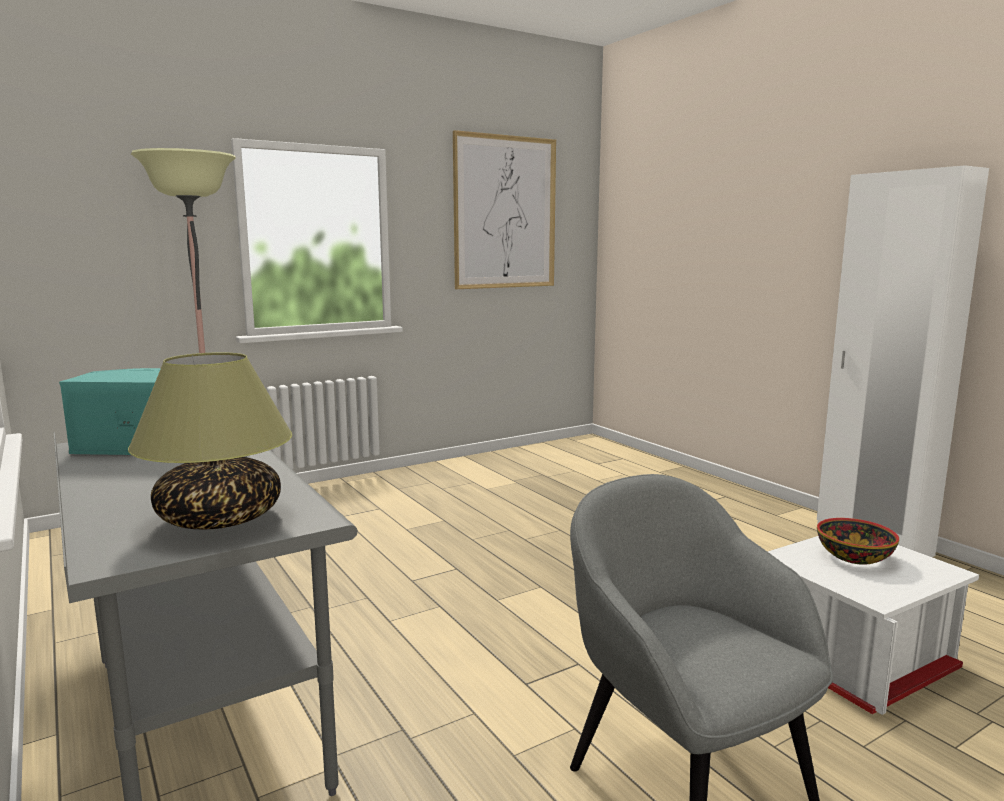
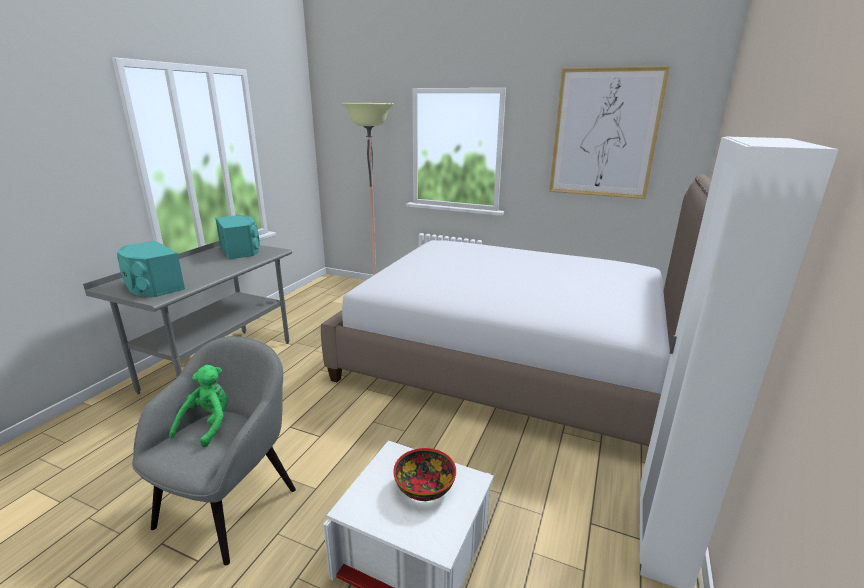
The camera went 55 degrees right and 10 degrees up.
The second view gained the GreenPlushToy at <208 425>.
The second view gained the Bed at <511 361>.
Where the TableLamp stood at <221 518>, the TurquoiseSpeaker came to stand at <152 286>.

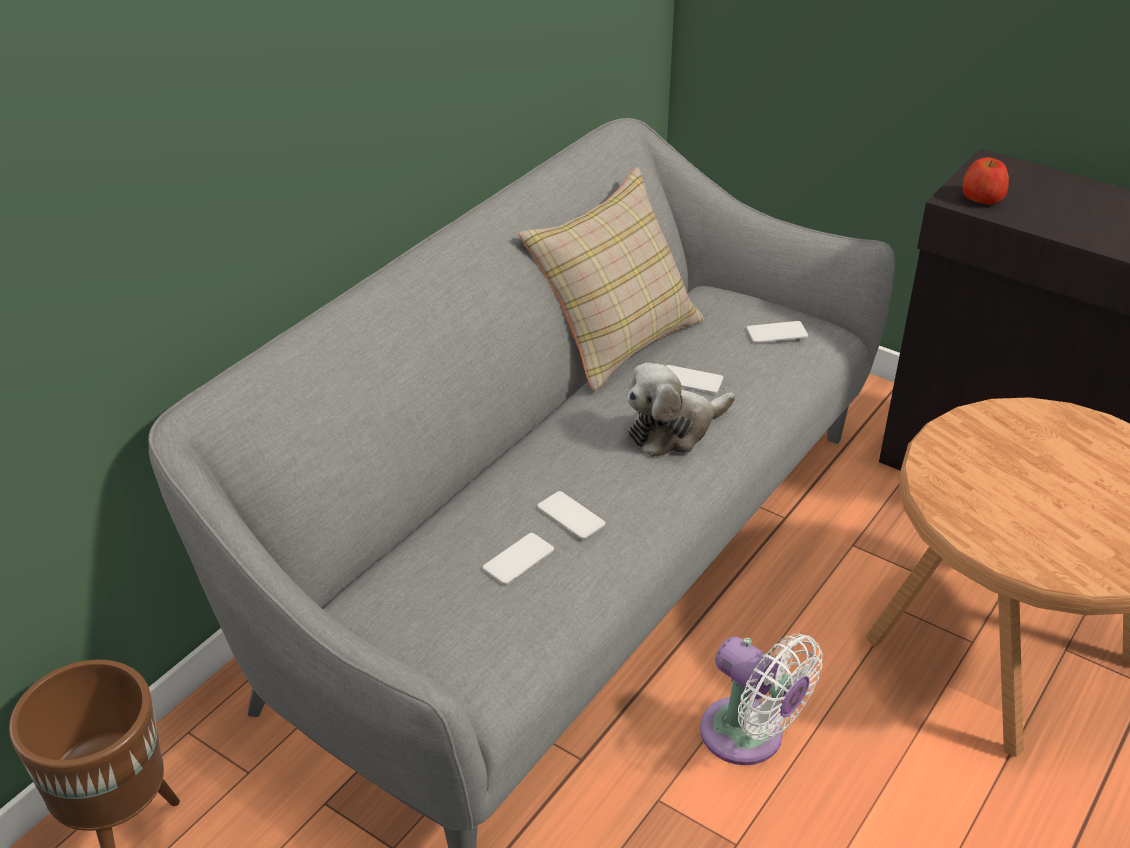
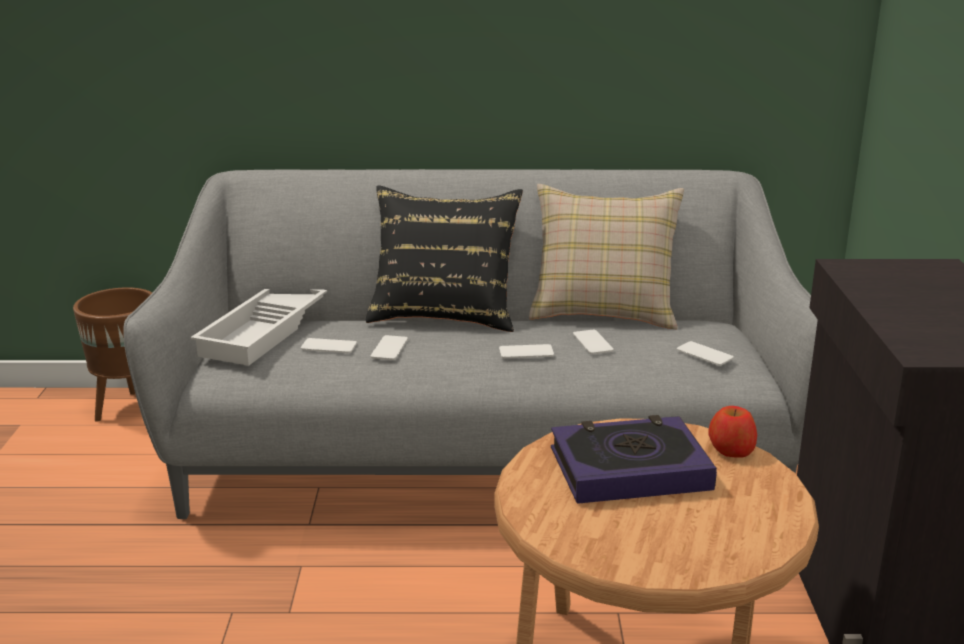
The camera went 55 degrees right and 15 degrees down.
The second view lost the WhiteFan at <749 737>.
The second view gained the WhiteTray at <265 332>.
The second view gained the BlackPillow at <445 313>.
The second view gained the Book at <629 469>.
The Apple ended up elsewhere, having gone from <982 198> to <731 450>.
Where the PlushToy stood at <674 429>, the Phone came to stand at <526 352>.

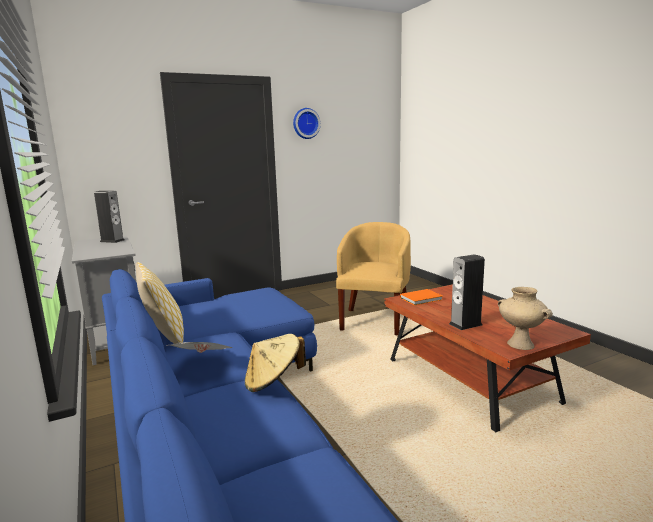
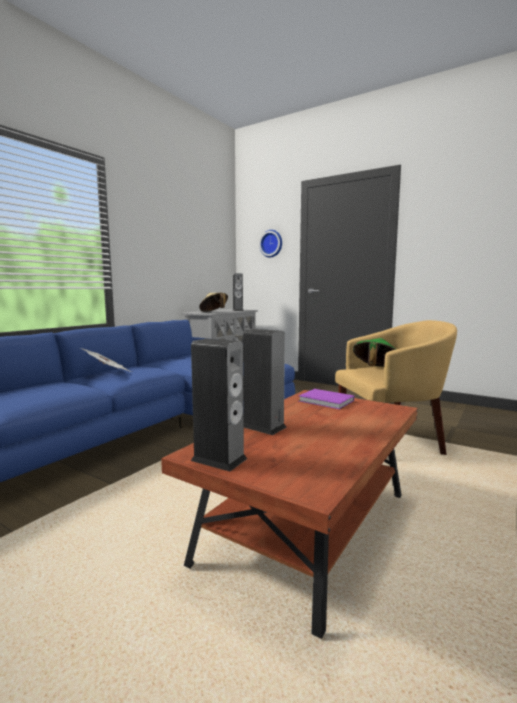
The camera went 60 degrees right and 5 degrees down.
The second view lost the Pillow at <164 337>.
The second view gained the GreenHat at <376 369>.
The BeigeHat ended up elsewhere, having gone from <273 381> to <214 312>.
The WallClock ended up elsewhere, having gone from <305 123> to <271 243>.
Where the BeigeVase stood at <519 344>, the Speaker came to stand at <219 459>.
What was the OrangeBook at <422 299> turned into the PurpleBook at <327 401>.

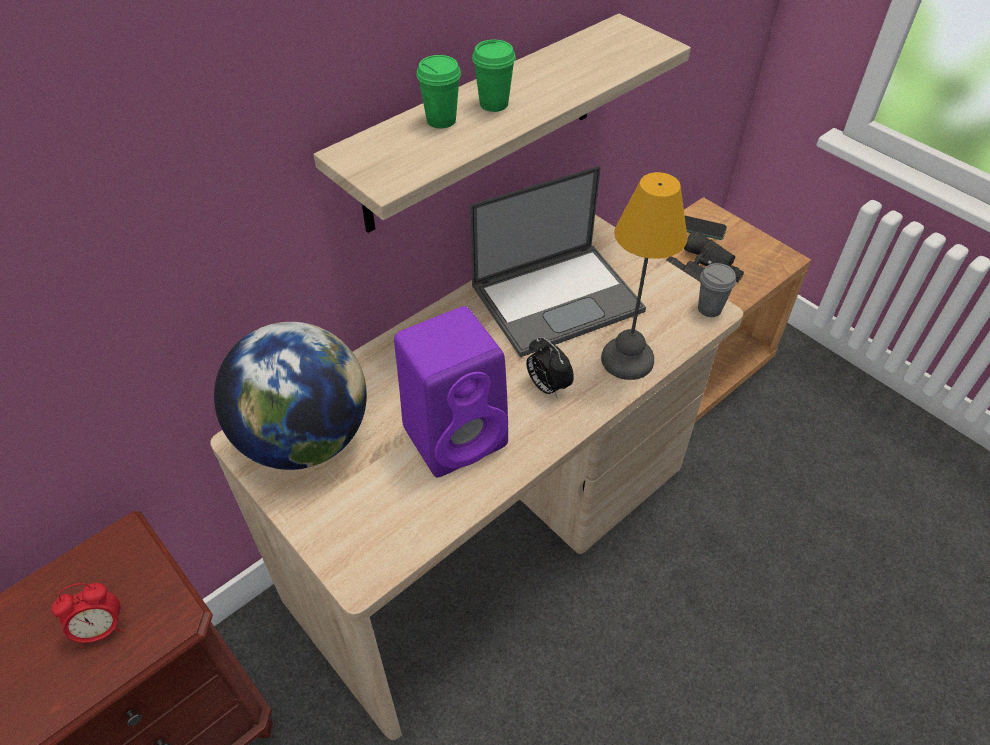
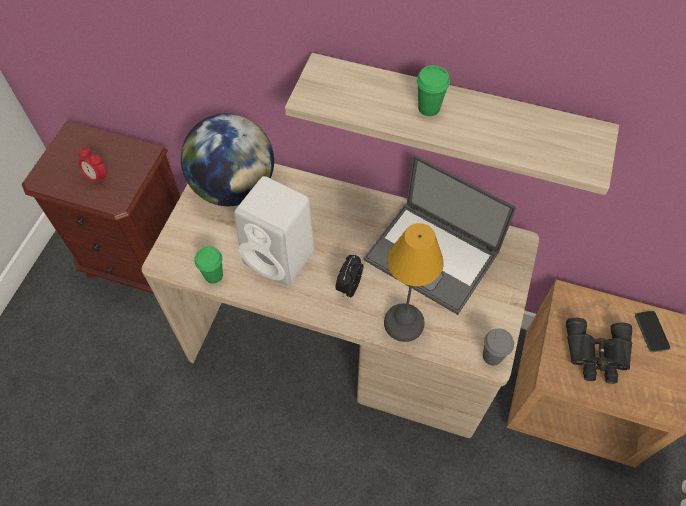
The camera went 60 degrees right and 10 degrees up.
The GreenCup ended up elsewhere, having gone from <441 120> to <213 275>.
What was the PurpleSpeaker at <457 434> turned into the WhiteSpeaker at <281 257>.

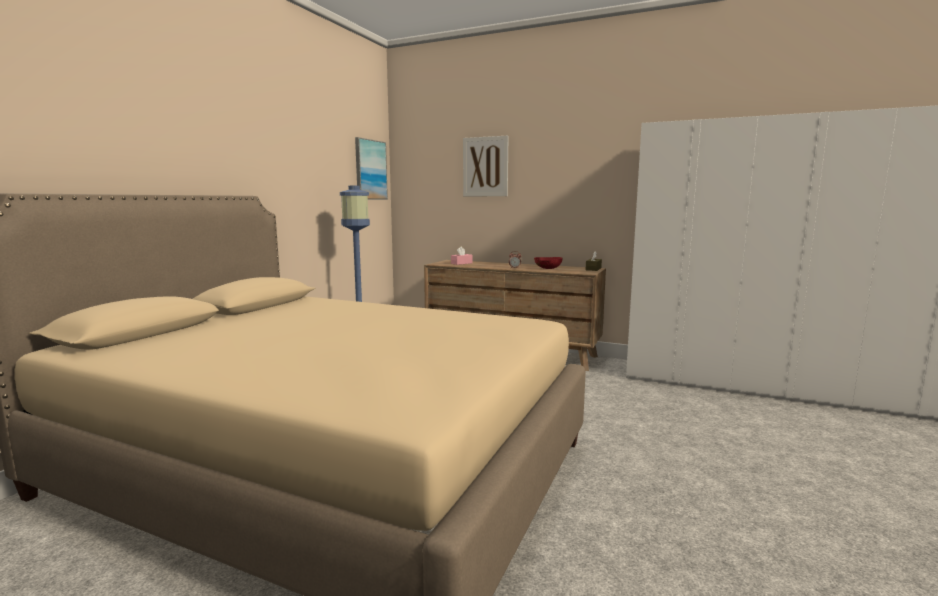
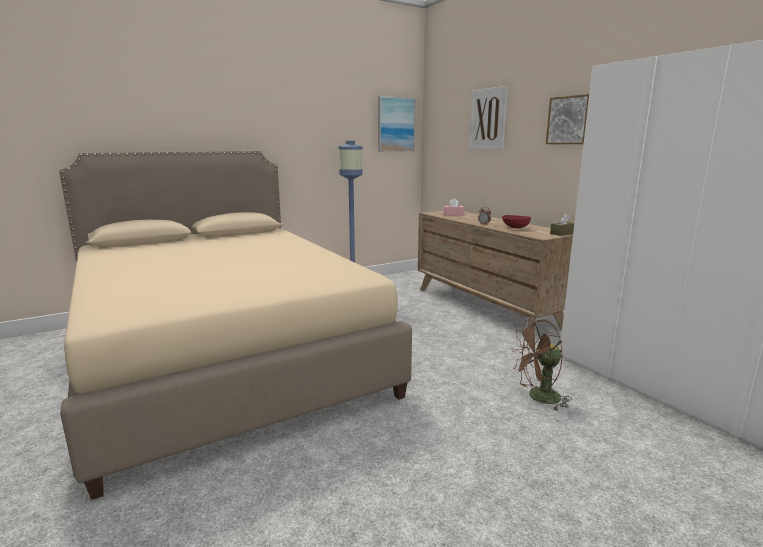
The camera went 35 degrees right and 5 degrees up.
The second view gained the BrownFan at <538 398>.
The second view gained the Picture at <570 120>.

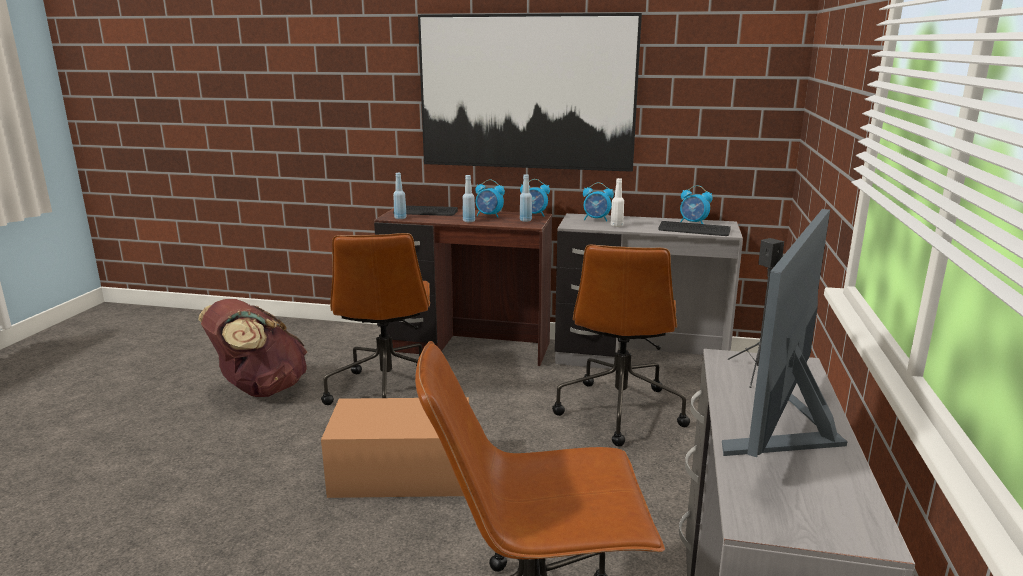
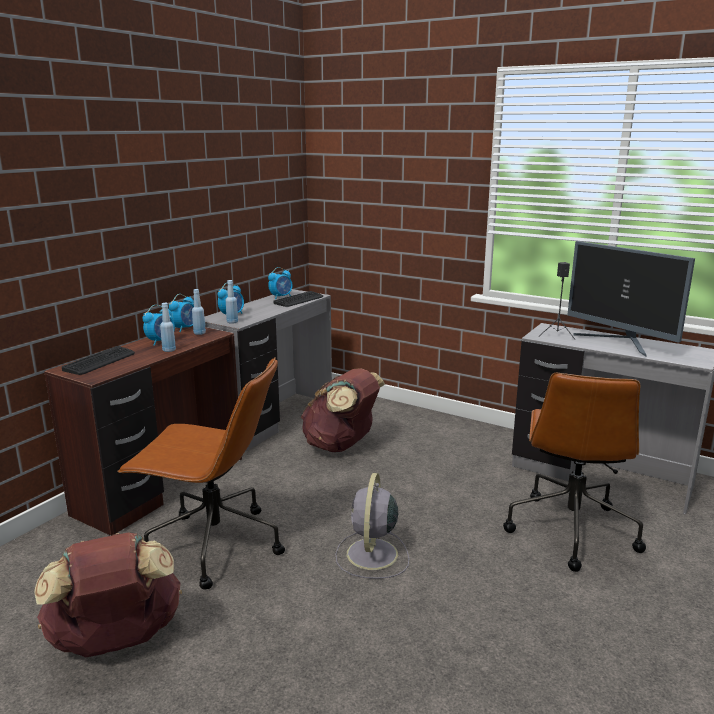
The camera went 70 degrees left and 0 degrees up.
The second view lost the Picture at <526 93>.
The second view lost the WhiteBottle at <616 225>.
The BlueBottle ended up elsewhere, having gone from <400 218> to <232 322>.
Where the CardboardBox stood at <402 473>, the GreyFan came to stand at <371 555>.
Where the BrownOfficeChair stood at <619 410>, the BrownBackpack came to stand at <341 445>.

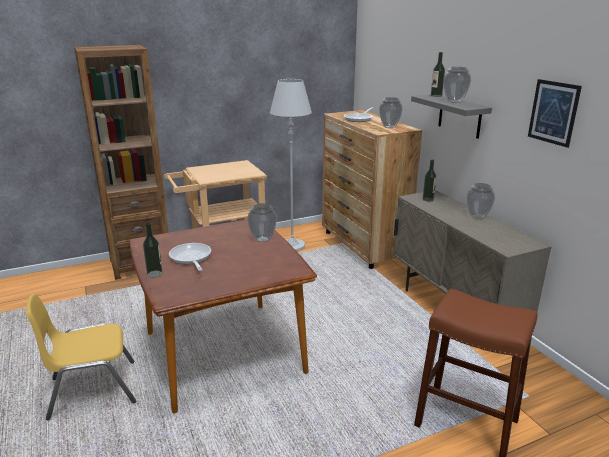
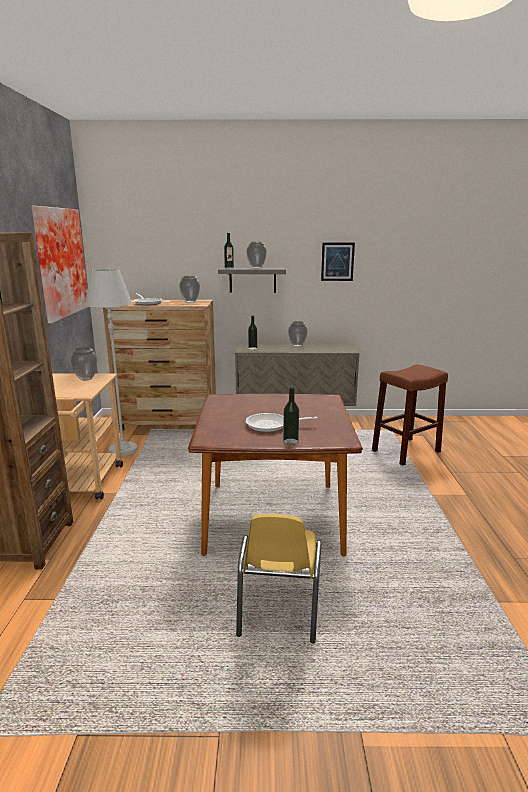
The camera went 65 degrees left and 5 degrees down.
The second view gained the Picture at <58 262>.
The Vase ended up elsewhere, having gone from <263 239> to <86 379>.

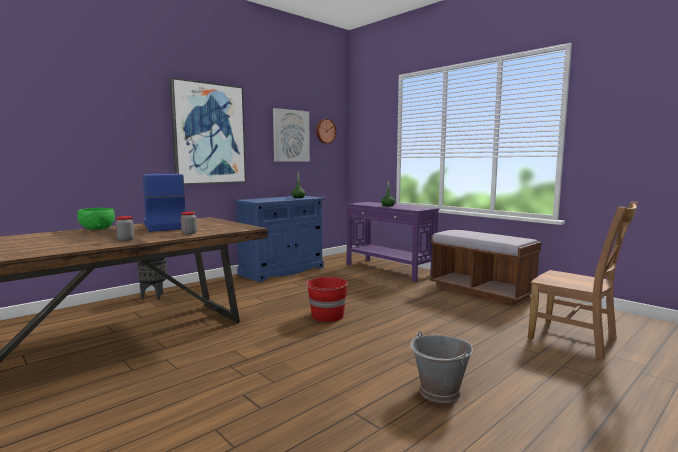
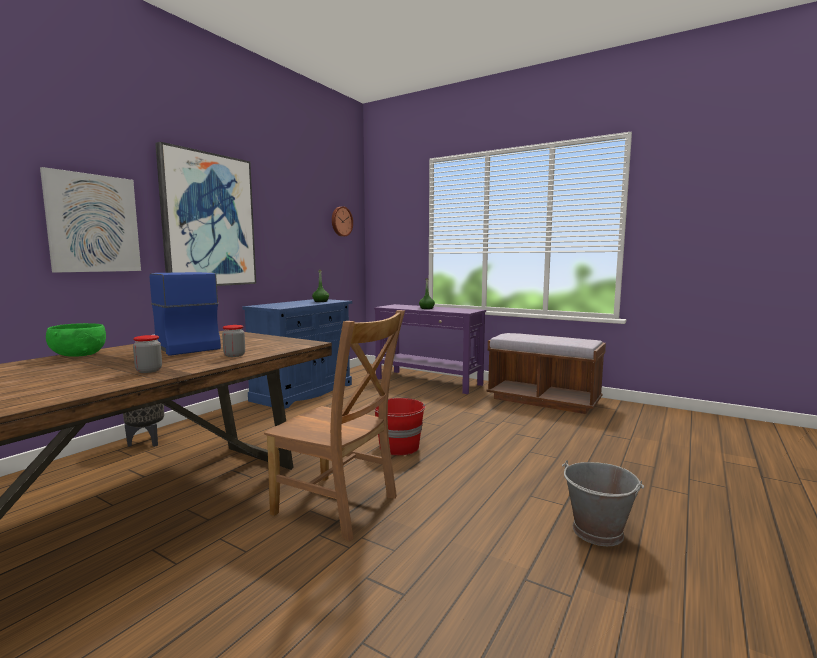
The camera went 15 degrees left and 0 degrees up.
The Picture ended up elsewhere, having gone from <291 136> to <93 223>.
The BrownChair ended up elsewhere, having gone from <576 340> to <339 507>.

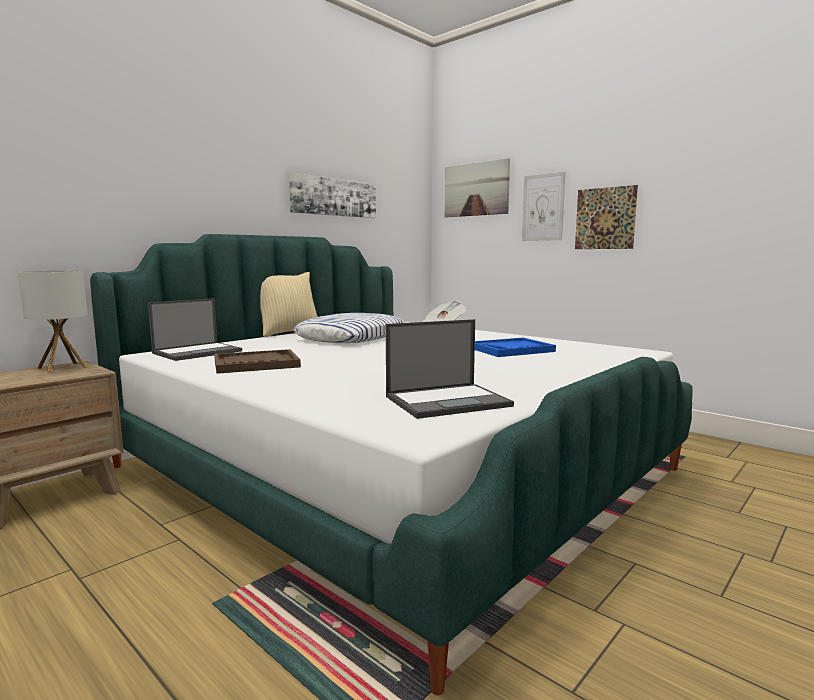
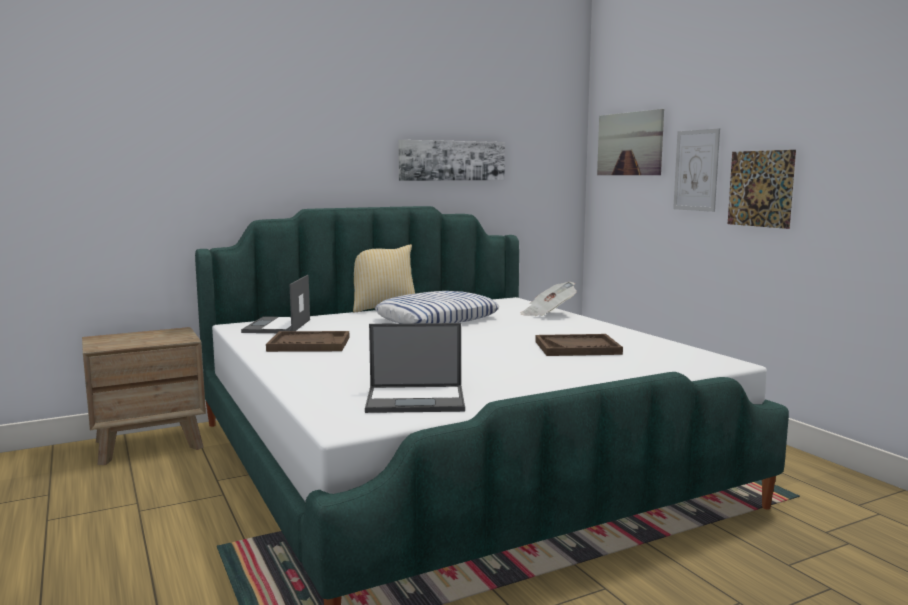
The camera went 20 degrees right and 0 degrees up.
The second view lost the TableLamp at <62 368>.
What was the BlueTray at <511 349> turned into the BrownTray at <577 348>.
The Laptop at <198 352> ended up facing another way, 120 degrees clockwise from before.

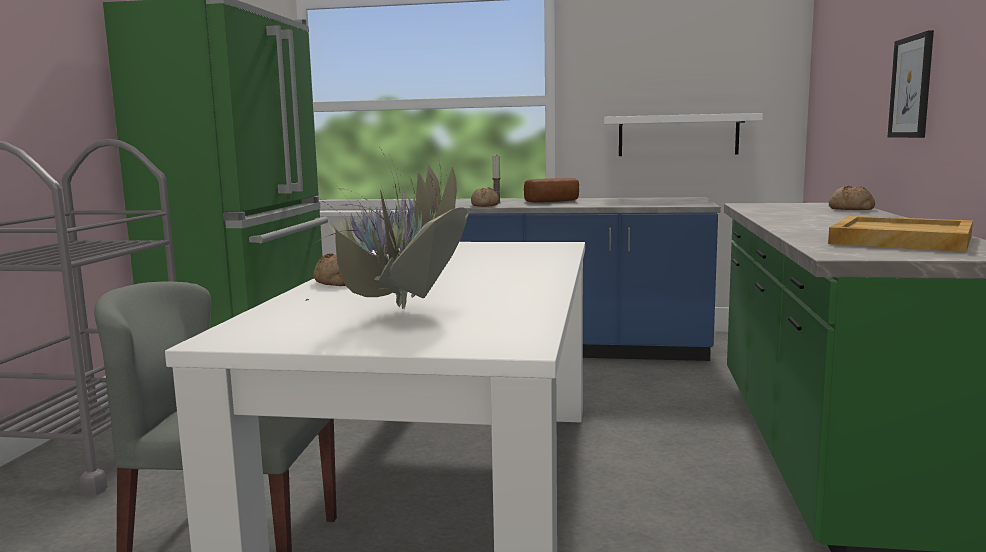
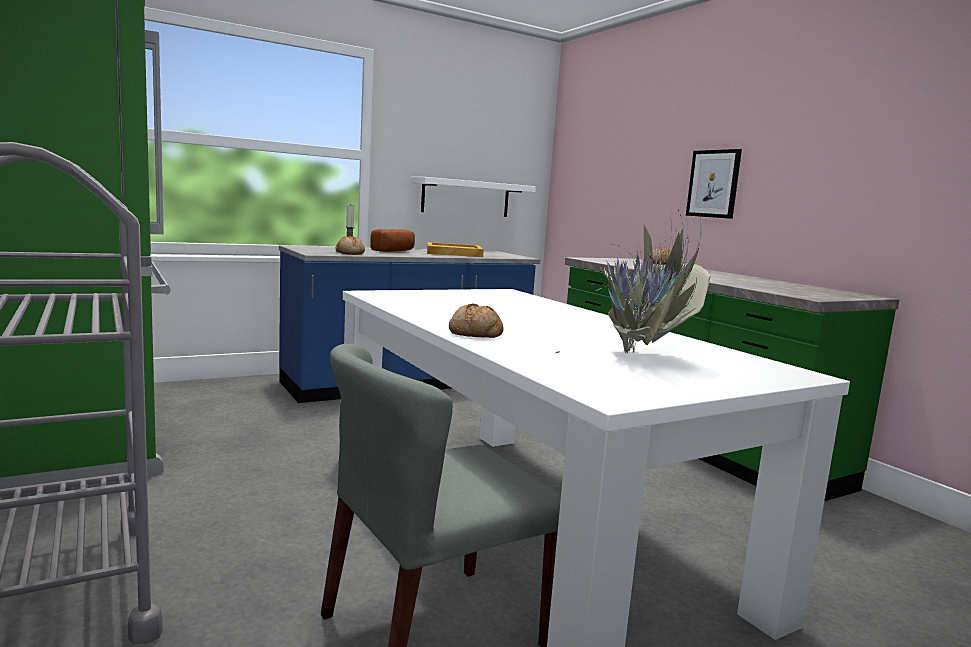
The camera went 40 degrees left and 0 degrees up.
The BeigeTray ended up elsewhere, having gone from <899 240> to <453 253>.

